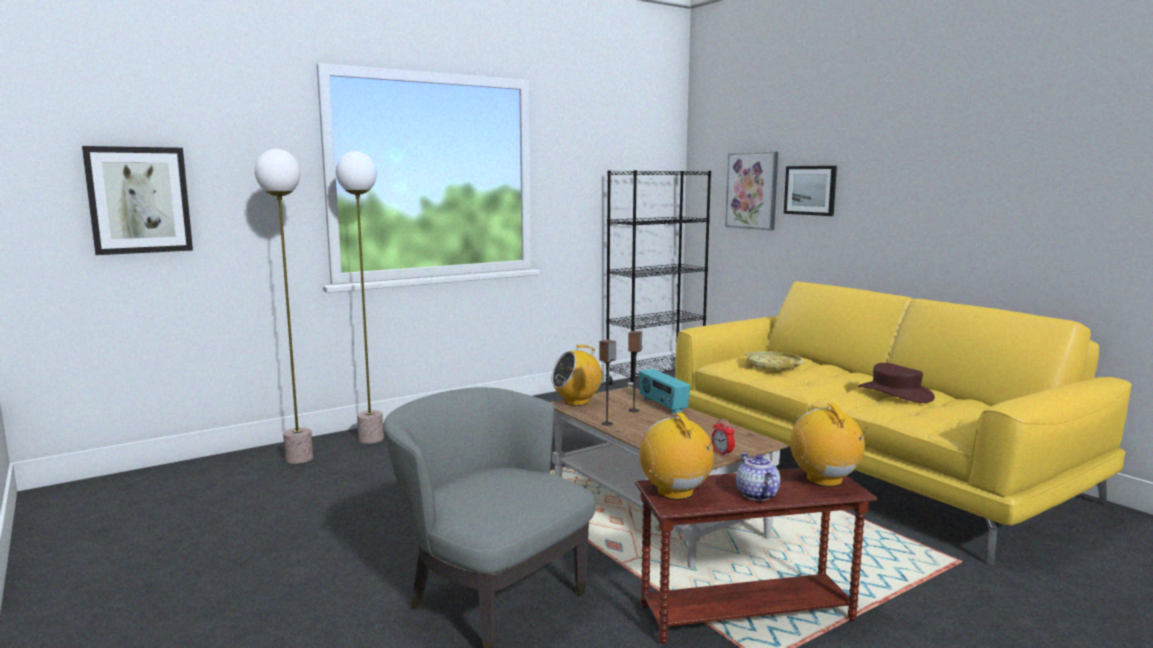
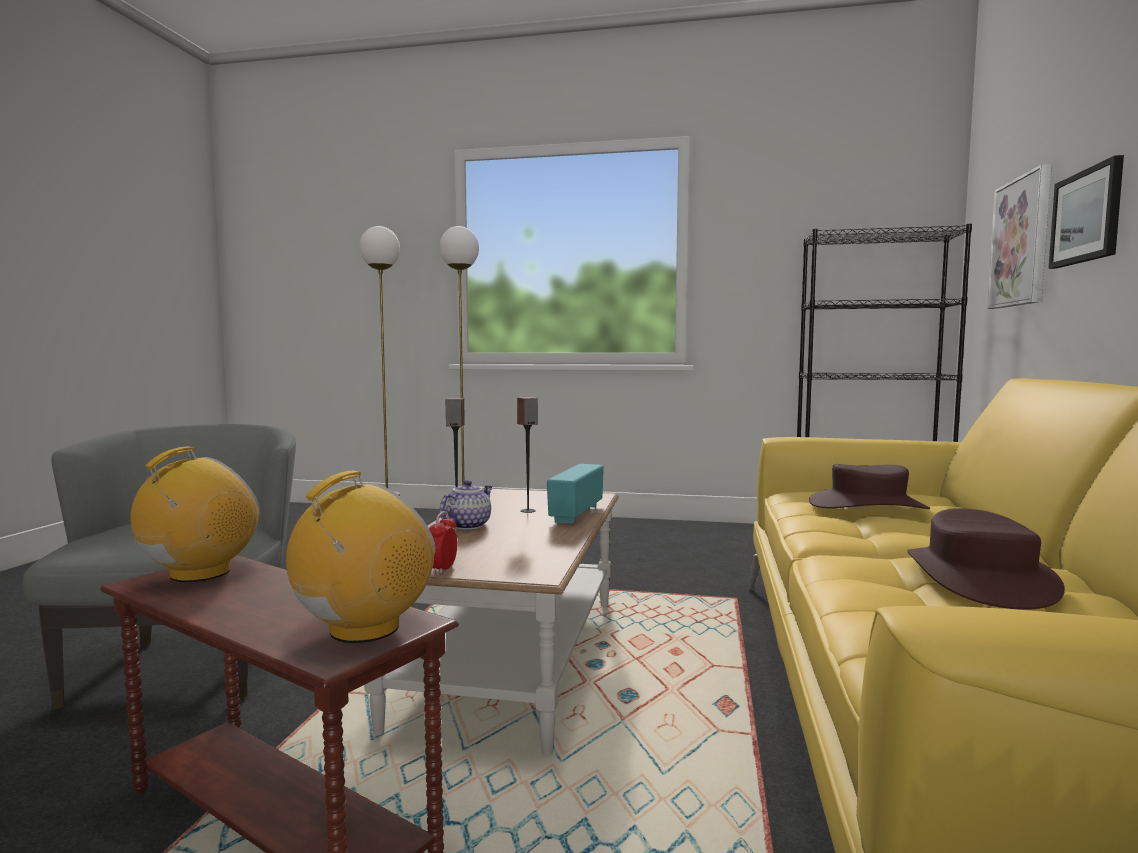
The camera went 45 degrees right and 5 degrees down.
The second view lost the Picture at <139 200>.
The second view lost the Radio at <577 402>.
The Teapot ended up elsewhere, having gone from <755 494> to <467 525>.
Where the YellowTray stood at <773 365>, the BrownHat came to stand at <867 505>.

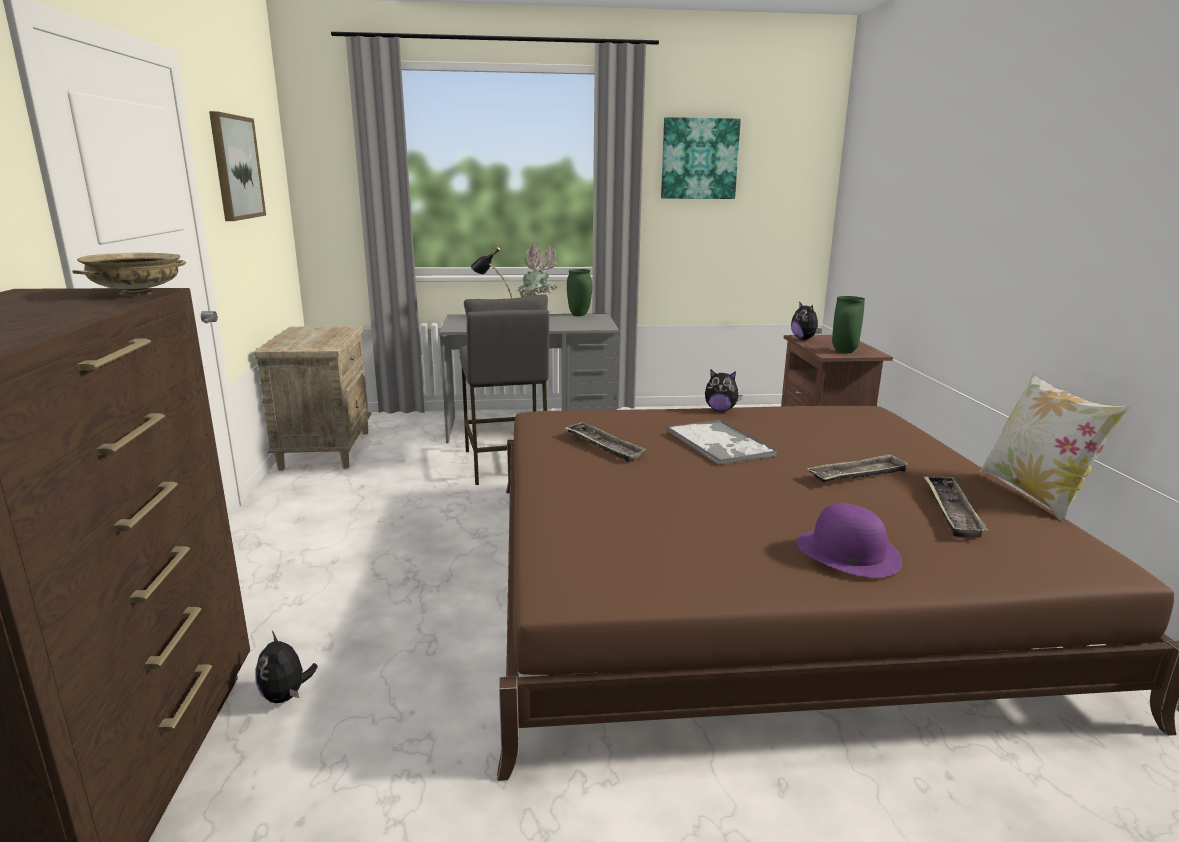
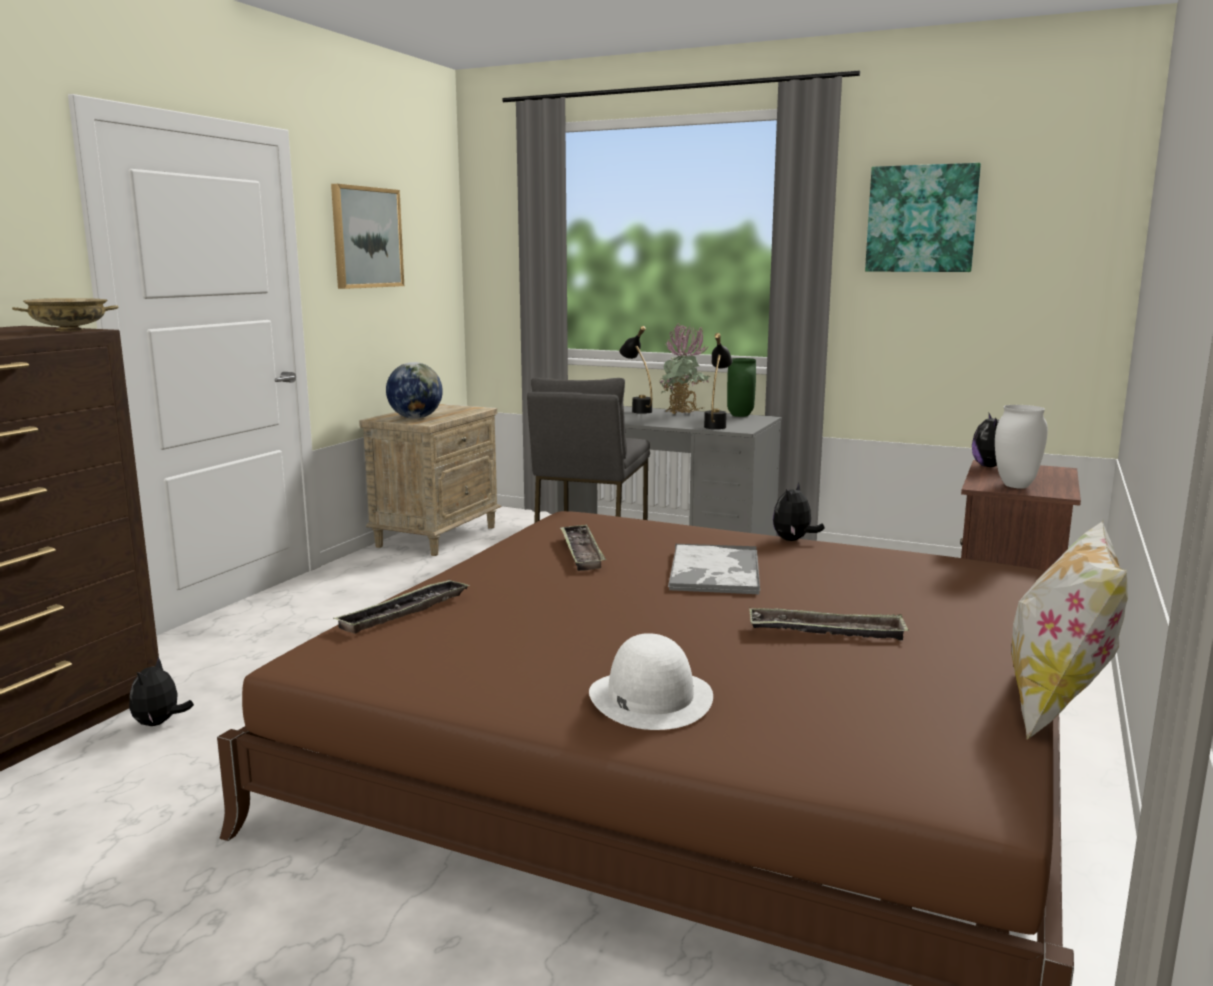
The camera went 30 degrees right and 5 degrees down.
The second view gained the Globe at <415 418>.
The second view gained the BlackTableLamp at <716 425>.
The Tray ended up elsewhere, having gone from <951 511> to <404 612>.
What was the PurpleHat at <847 552> turned into the WhiteHat at <650 698>.
What was the GreenVase at <845 352> turned into the WhiteVase at <1016 486>.
The PlushToy at <720 410> ended up facing another way, 75 degrees clockwise from before.

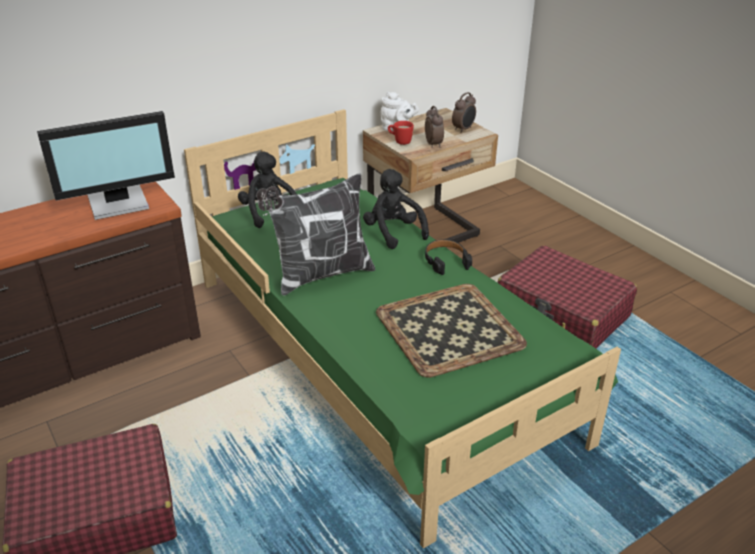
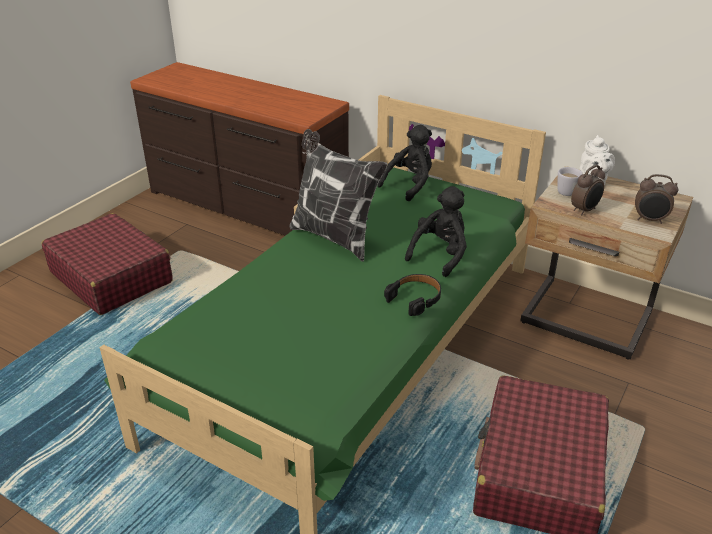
The camera went 65 degrees right and 0 degrees up.
The second view lost the Monitor at <119 203>.
The second view lost the Tray at <448 330>.
What was the RedMug at <399 141> turned into the WhiteMug at <565 190>.

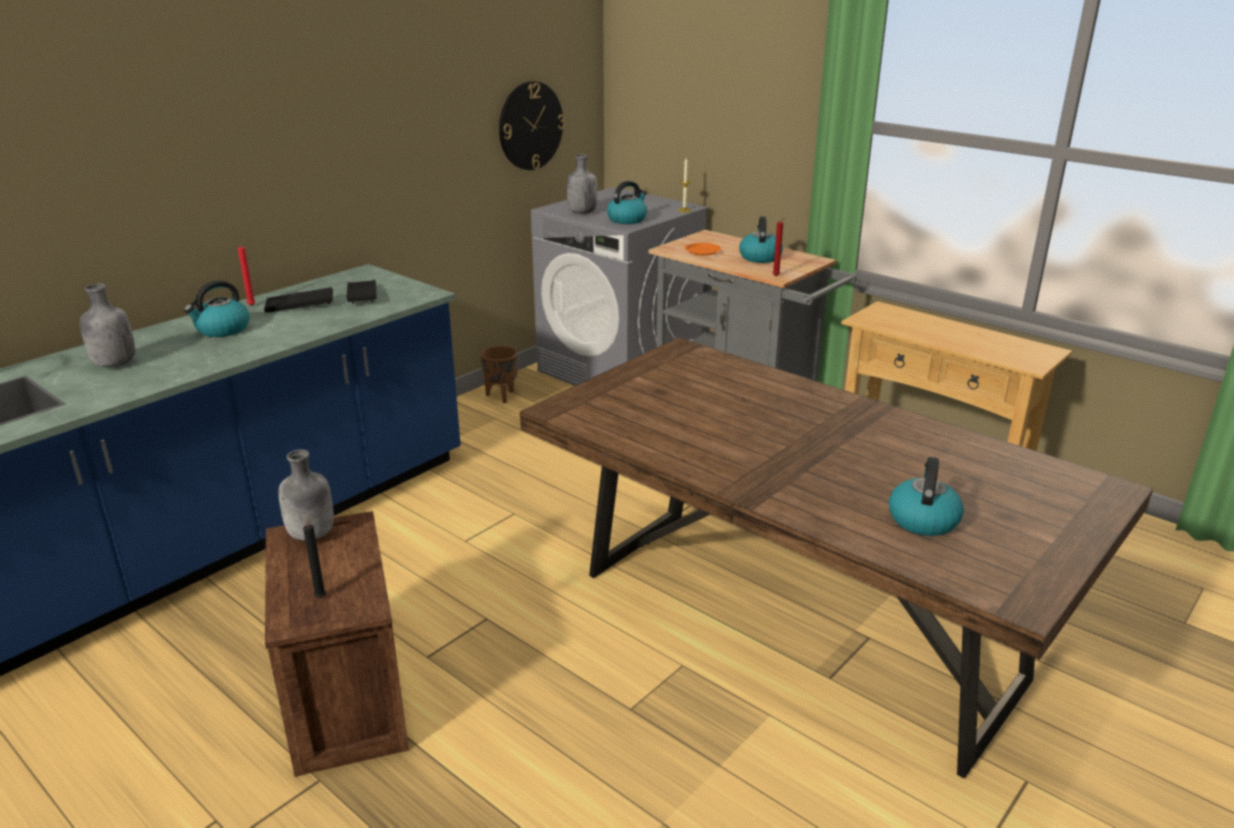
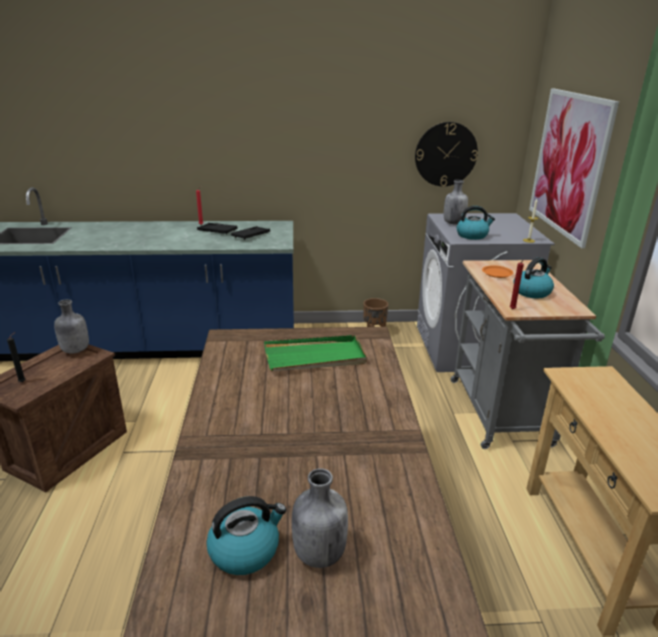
The camera went 45 degrees right and 0 degrees up.
The second view lost the Kettle at <222 330>.
The second view gained the GreenTray at <315 357>.
The second view gained the Picture at <568 164>.
The GreyBottle ended up elsewhere, having gone from <114 364> to <318 553>.

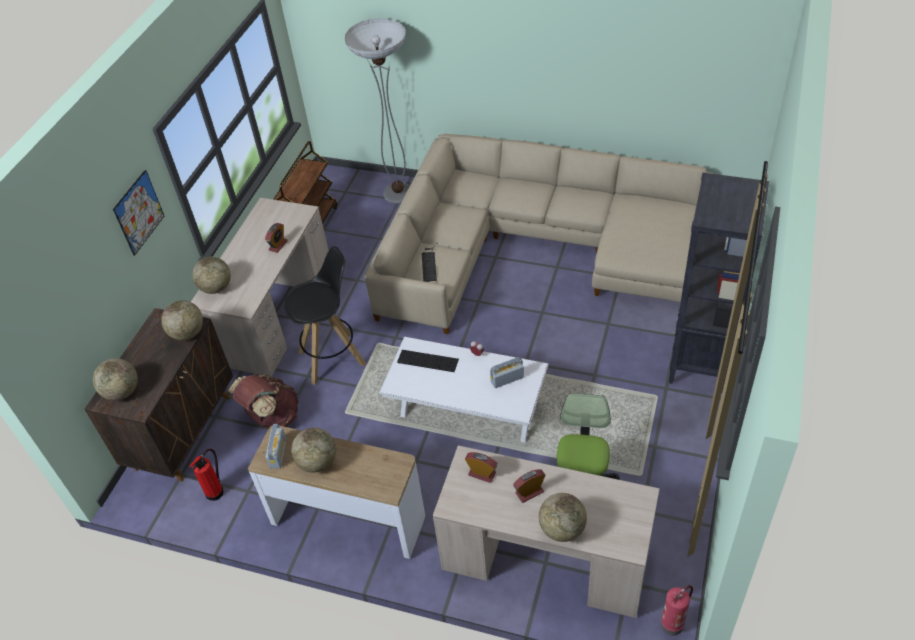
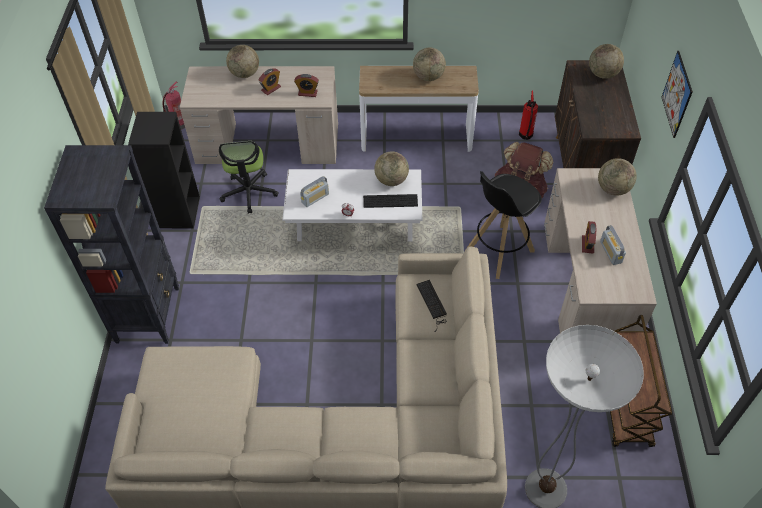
The camera went 160 degrees right and 5 degrees up.
The second view gained the BlackBookcase at <178 211>.
The Globe ended up elsewhere, having gone from <187 333> to <391 180>.
The Radio ended up elsewhere, having gone from <278 453> to <610 252>.

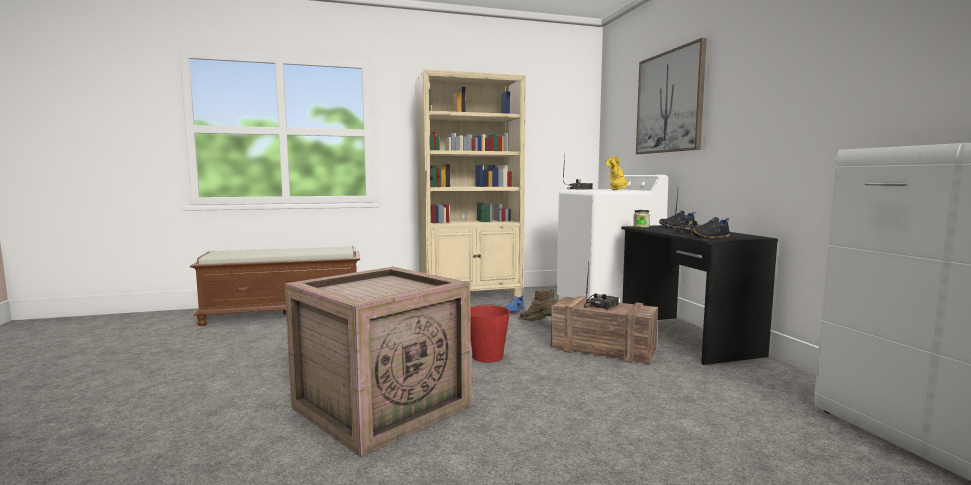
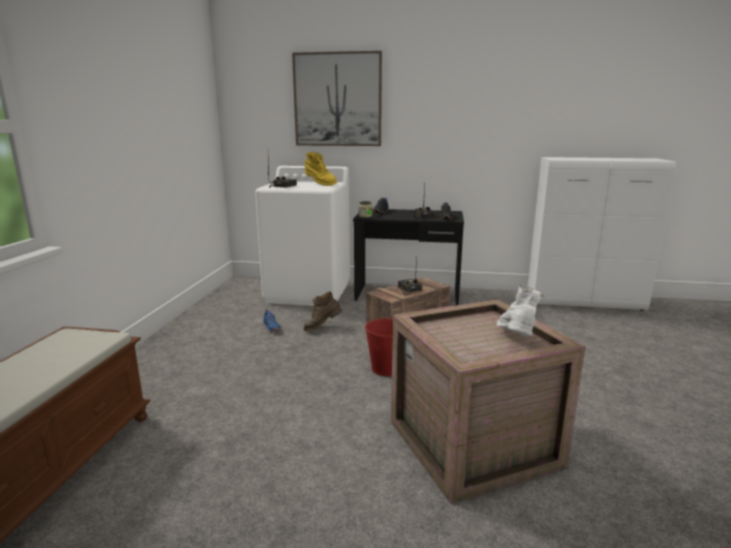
The camera went 65 degrees left and 10 degrees up.
The second view lost the BeigeBookcase at <471 297>.
The second view gained the WhiteBoot at <515 341>.

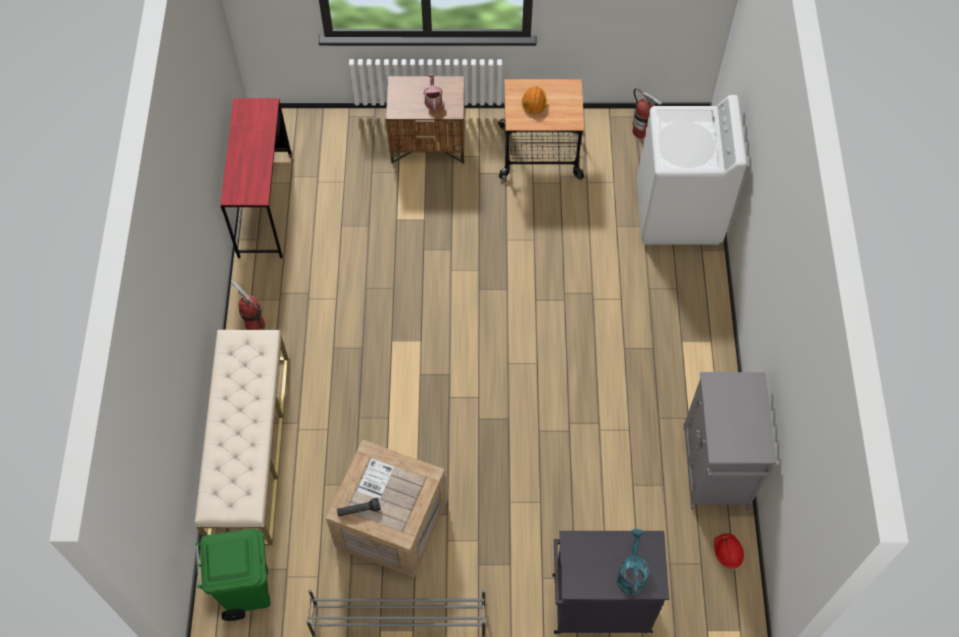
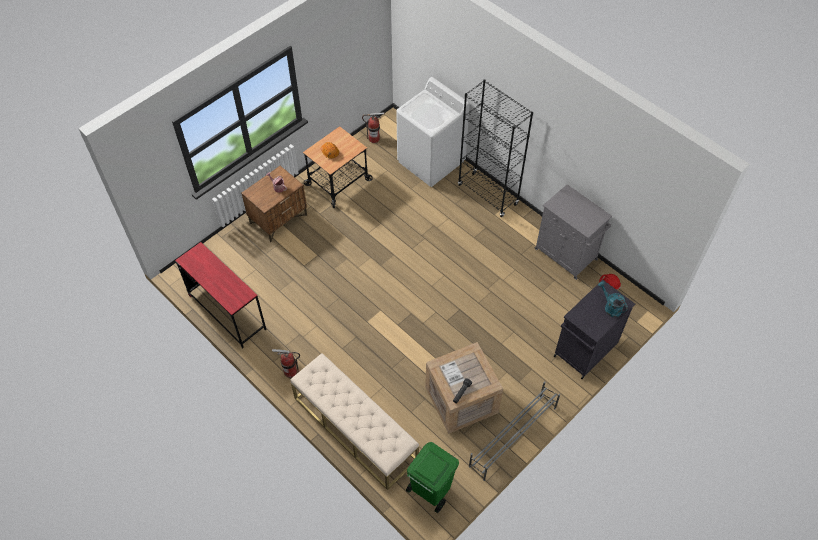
The camera went 45 degrees left and 5 degrees down.
The second view gained the BlackBookcase at <488 195>.

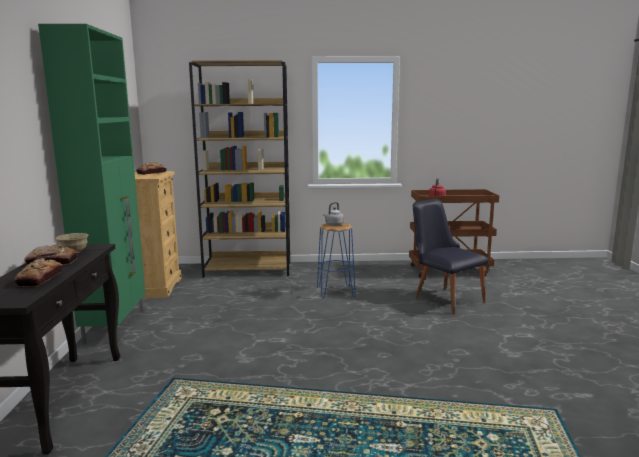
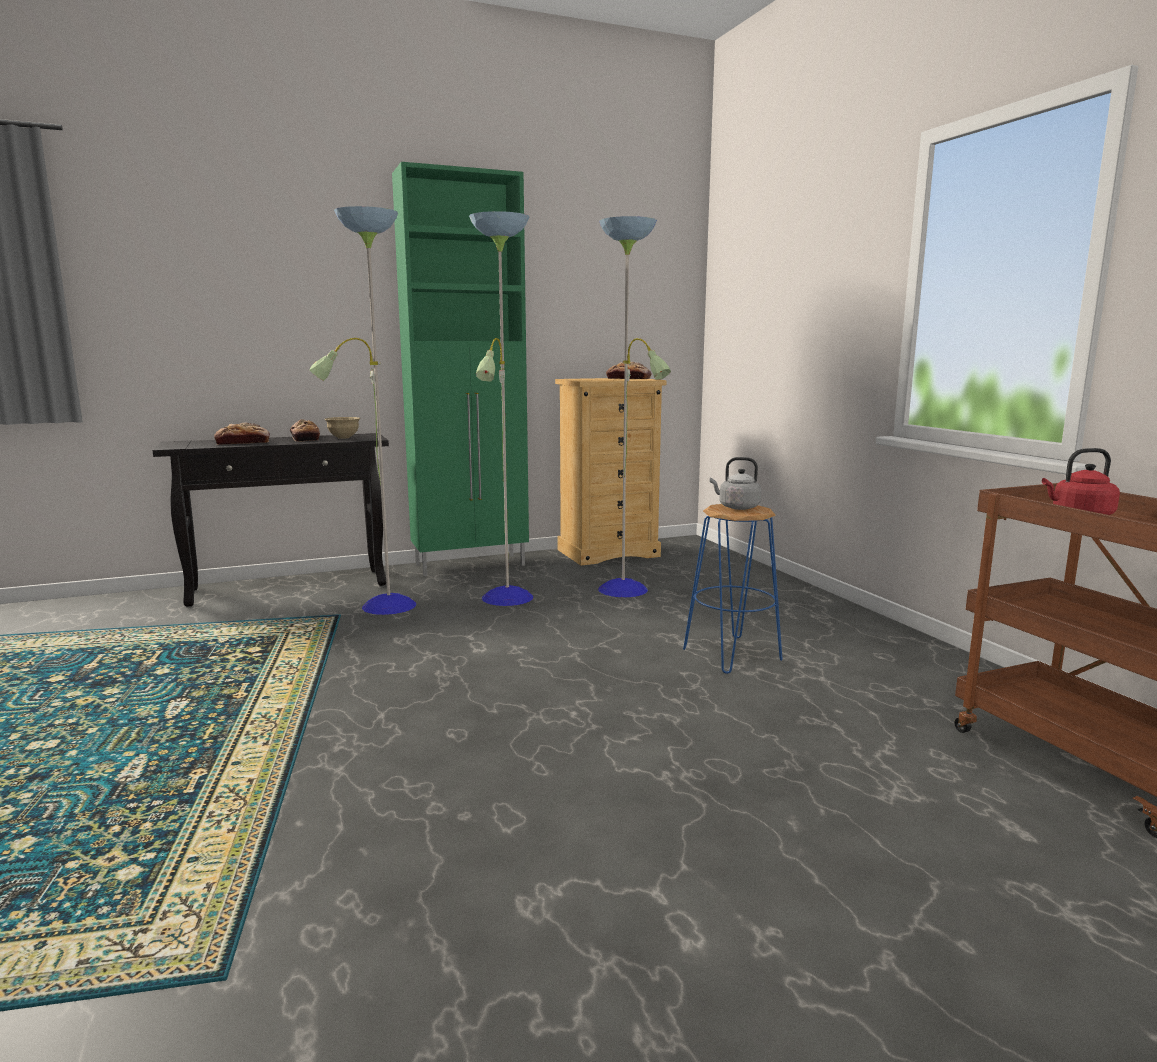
The camera went 70 degrees right and 0 degrees up.
The second view lost the BrownBookcase at <248 269>.
The second view lost the BlackChair at <444 298>.
The second view gained the FloorLamp at <507 598>.

